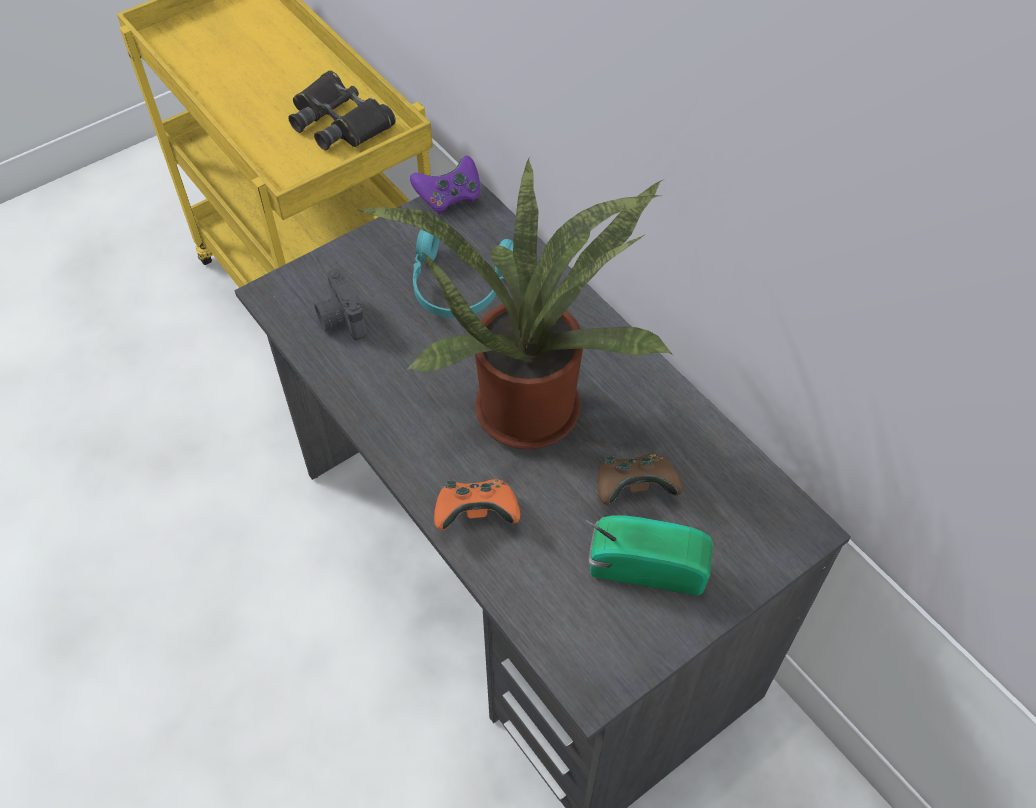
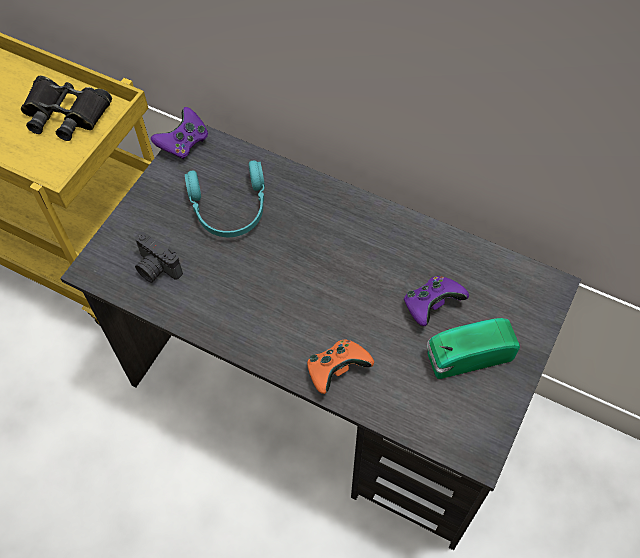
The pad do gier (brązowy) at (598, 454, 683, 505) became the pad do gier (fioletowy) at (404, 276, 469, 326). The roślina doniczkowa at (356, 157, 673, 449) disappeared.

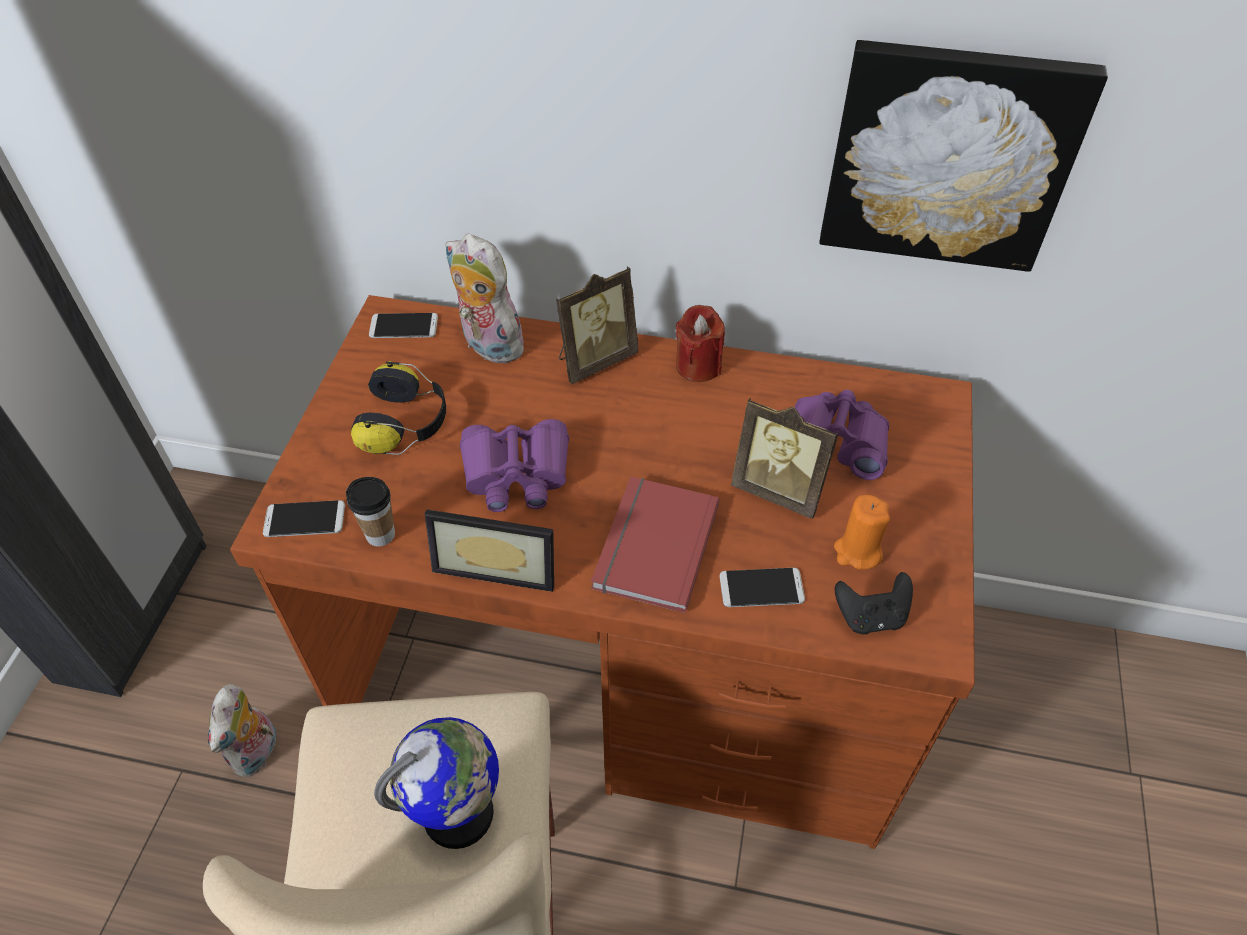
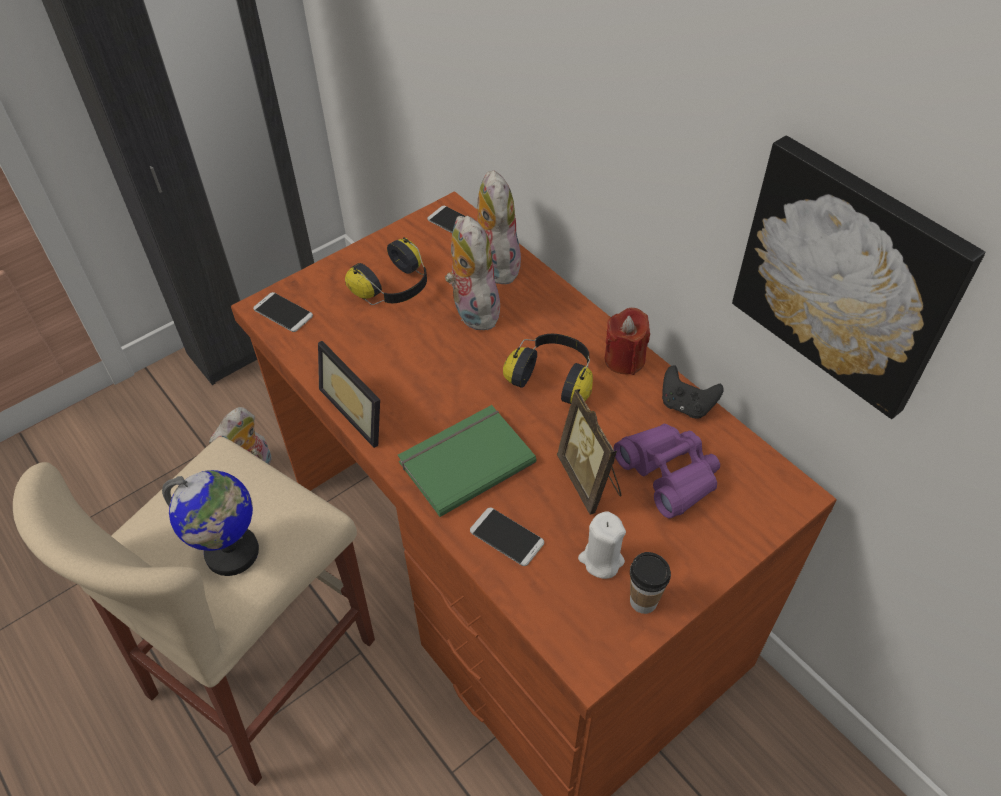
The książka (czerwony) at (591, 477, 720, 613) became the książka (zielony) at (398, 405, 536, 517). The pluszak at (445, 215, 501, 330) appeared. The słuchawki at (503, 334, 593, 404) appeared. The świeca (pomarańczowy) at (834, 495, 890, 570) became the świeca (biały) at (578, 511, 626, 579). The filiżanka moved from (346, 477, 395, 546) to (630, 552, 671, 614). The pad do gier (czarny) moved from (835, 572, 913, 635) to (662, 365, 724, 418). The lornetka (fioletowy) at (460, 419, 569, 512) disappeared. The ramka na zdjęcie at (556, 267, 638, 384) disappeared.

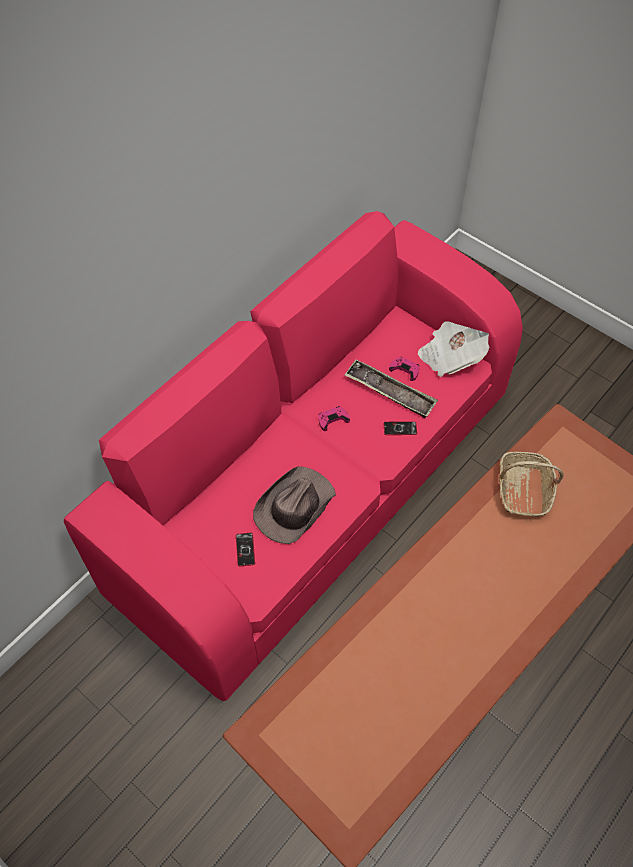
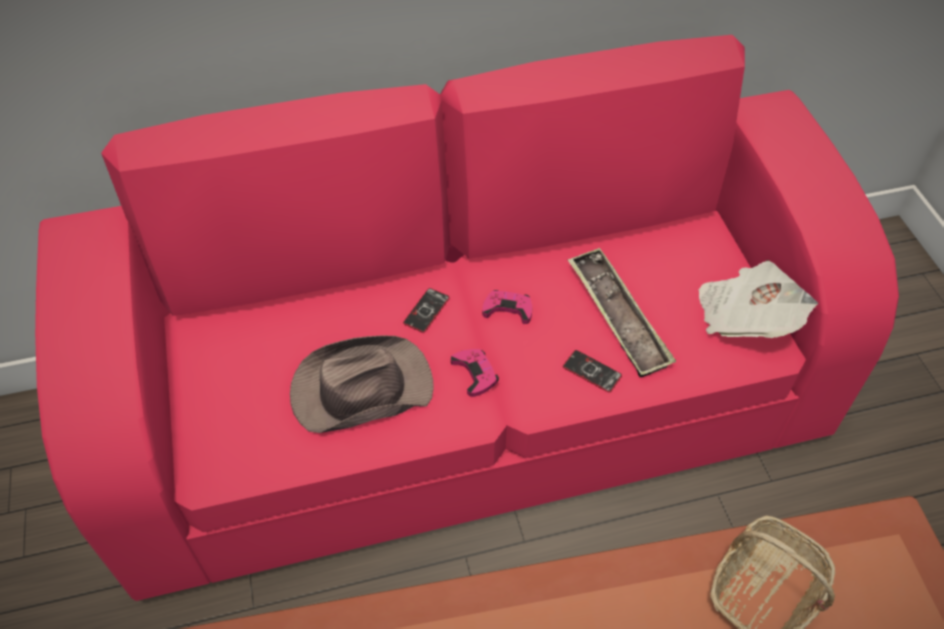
The telefon moved from (236, 533, 255, 566) to (403, 288, 450, 333). The pad do gier (różowy) moved from (389, 357, 420, 381) to (451, 349, 499, 397).

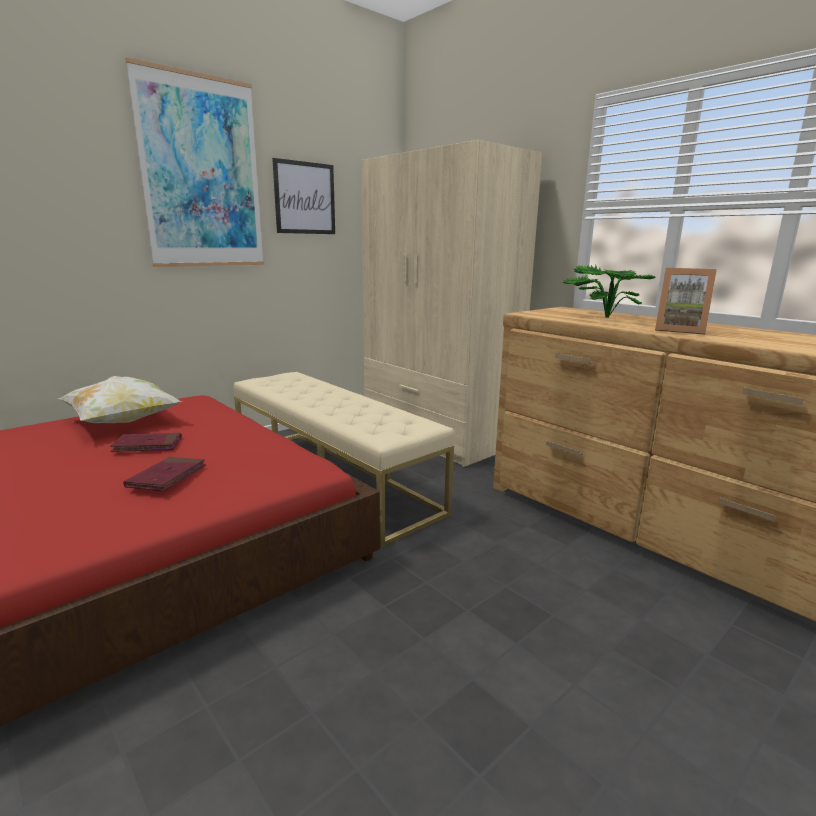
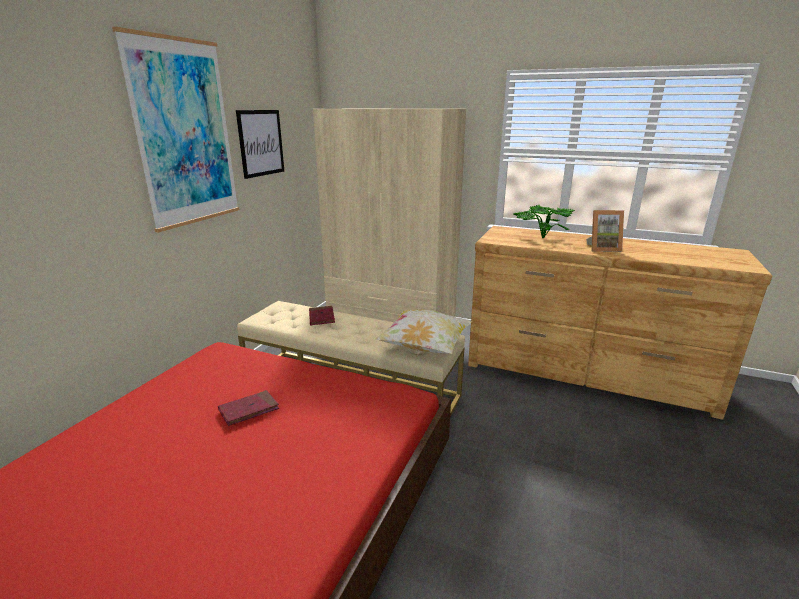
The książka (czerwony) moved from (123, 457, 206, 491) to (309, 306, 335, 325). The poduszka moved from (57, 376, 182, 423) to (375, 309, 472, 354).

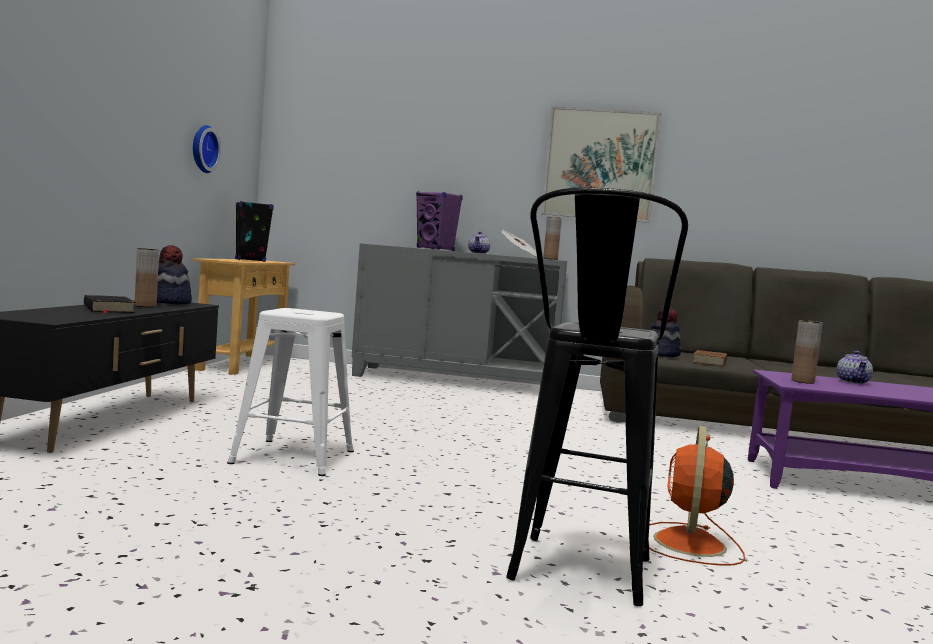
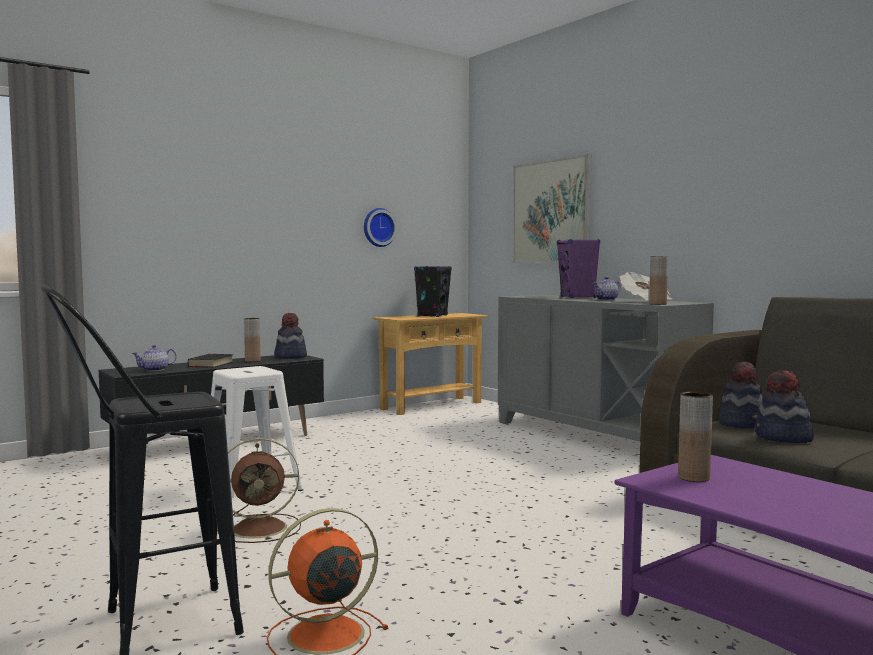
The imbryk moved from (837, 351, 873, 384) to (132, 345, 177, 371). The wentylator (brązowy) at (217, 438, 301, 543) appeared. The obraz moved from (542, 106, 661, 223) to (512, 154, 591, 263). The książka (brązowy) at (692, 350, 727, 366) was replaced by the kapelusz at (755, 370, 814, 443).

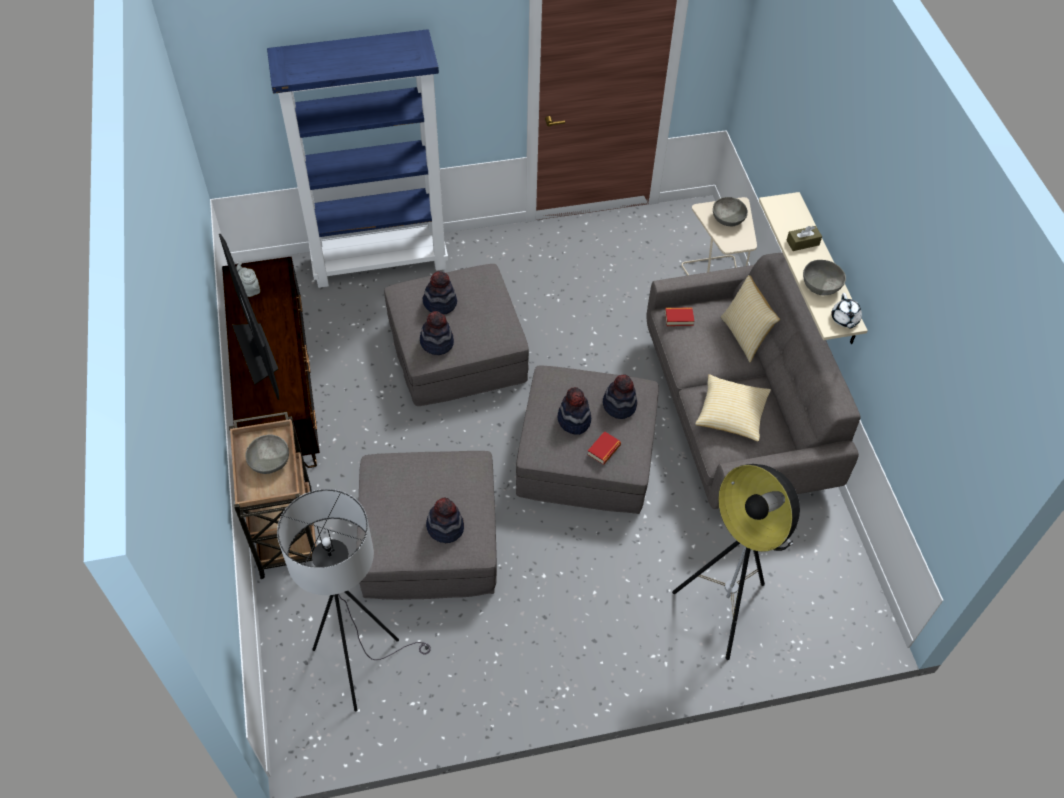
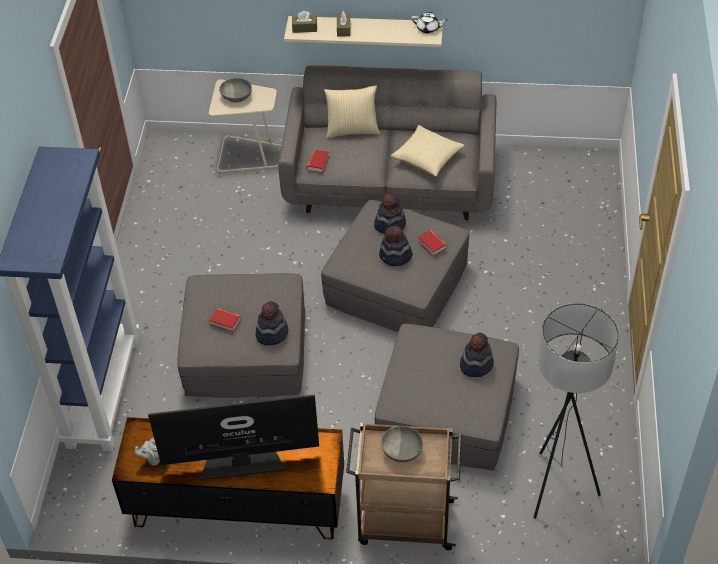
The kapelusz at (423, 271, 457, 314) was replaced by the książka at (209, 308, 241, 332). The pudełko chusteczek (brązowy) at (292, 11, 317, 33) appeared. The lampa stojąca at (672, 464, 800, 660) disappeared. The miska (szary) at (803, 260, 846, 295) disappeared.

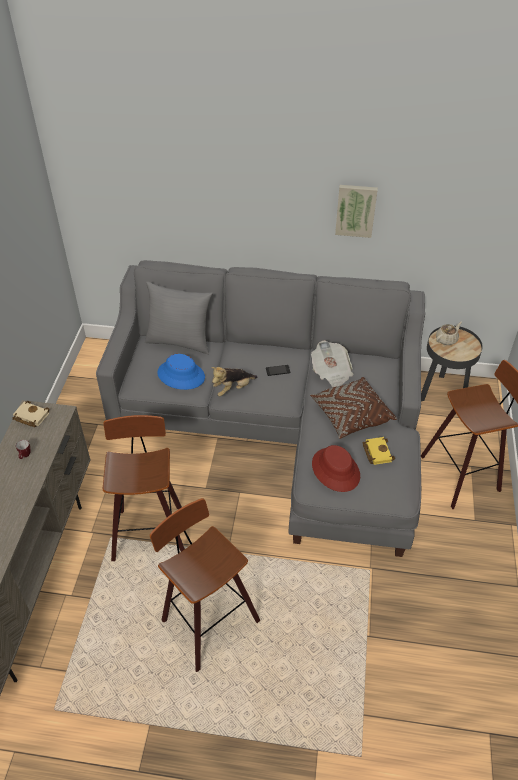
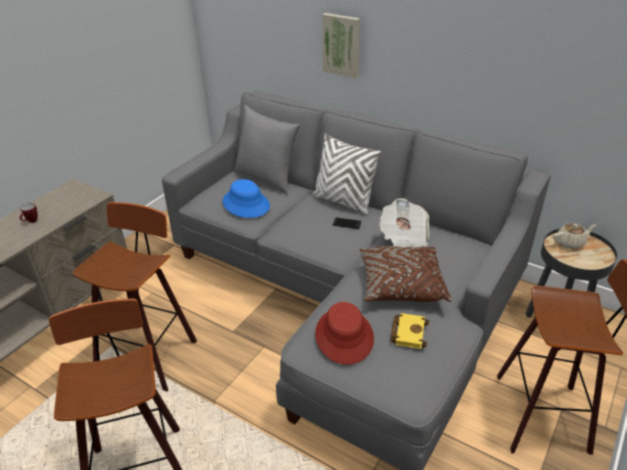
The poduszka (biały) at (312, 133, 381, 215) appeared. The obraz moved from (335, 185, 378, 238) to (322, 13, 360, 78). The książka (beżowy) at (12, 401, 50, 427) disappeared. The pluszak at (211, 367, 257, 396) disappeared.

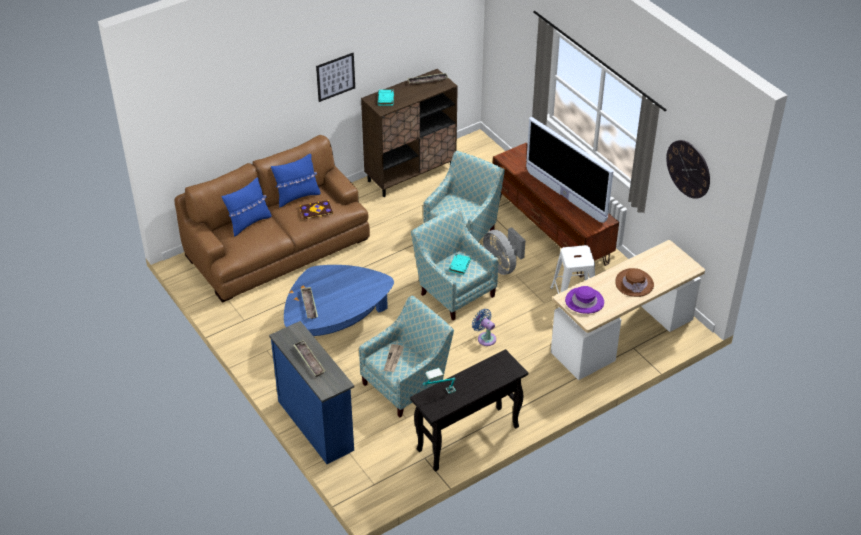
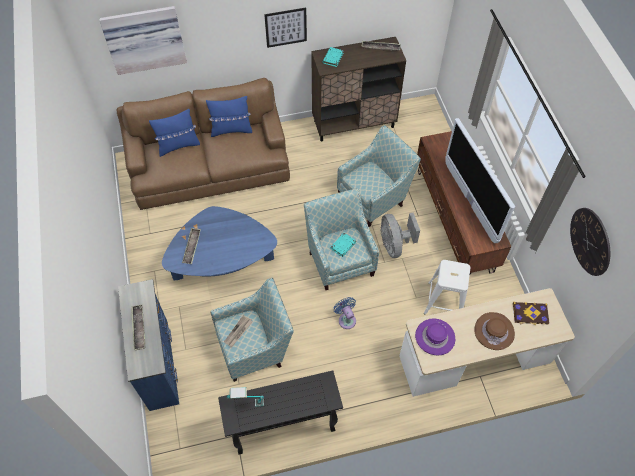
The obraz at (99, 6, 187, 75) appeared. The książka moved from (300, 200, 333, 220) to (513, 302, 550, 326).

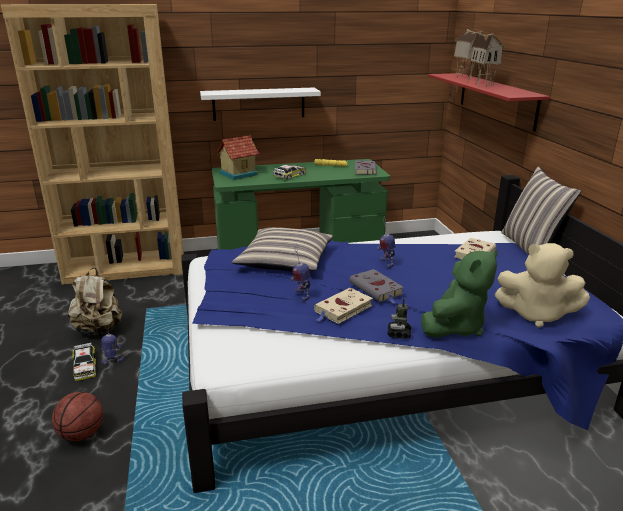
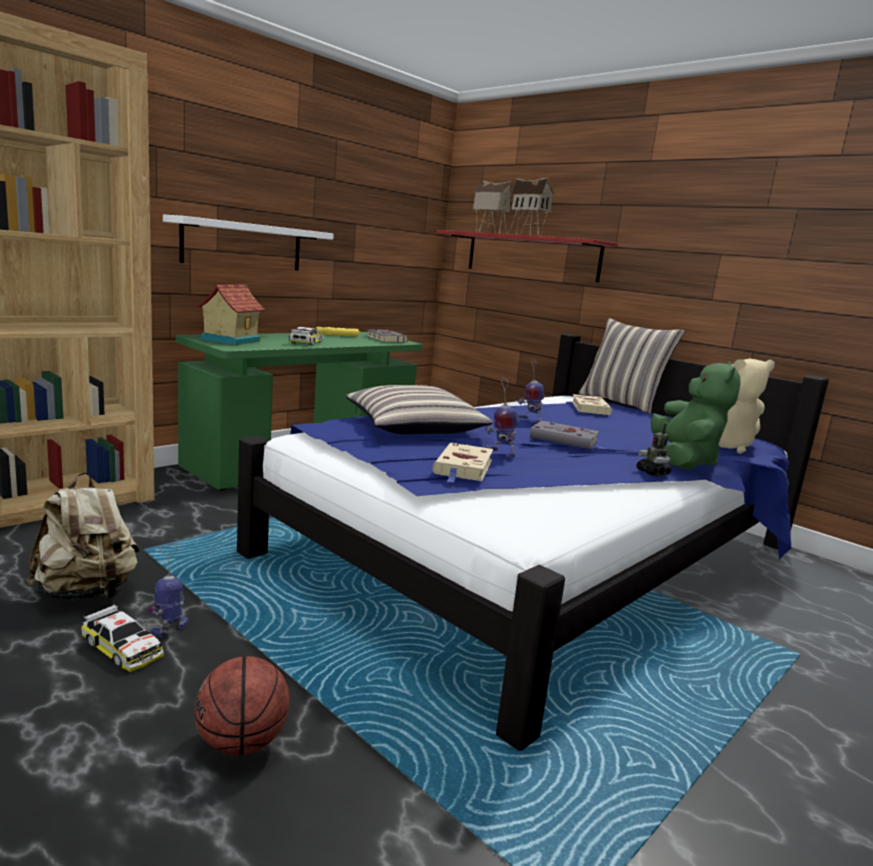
The książka (beżowy) moved from (314, 288, 373, 324) to (433, 443, 493, 483).

